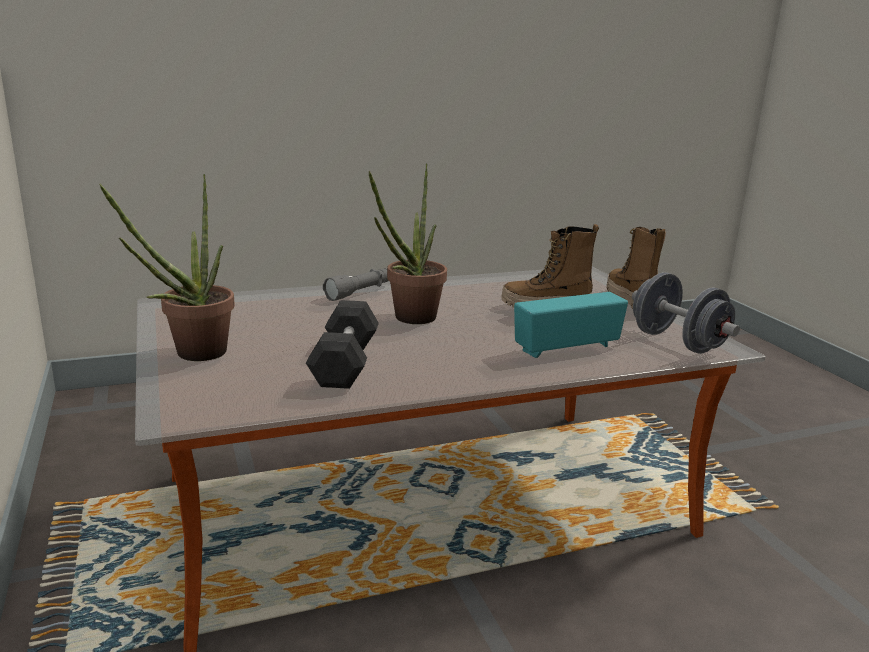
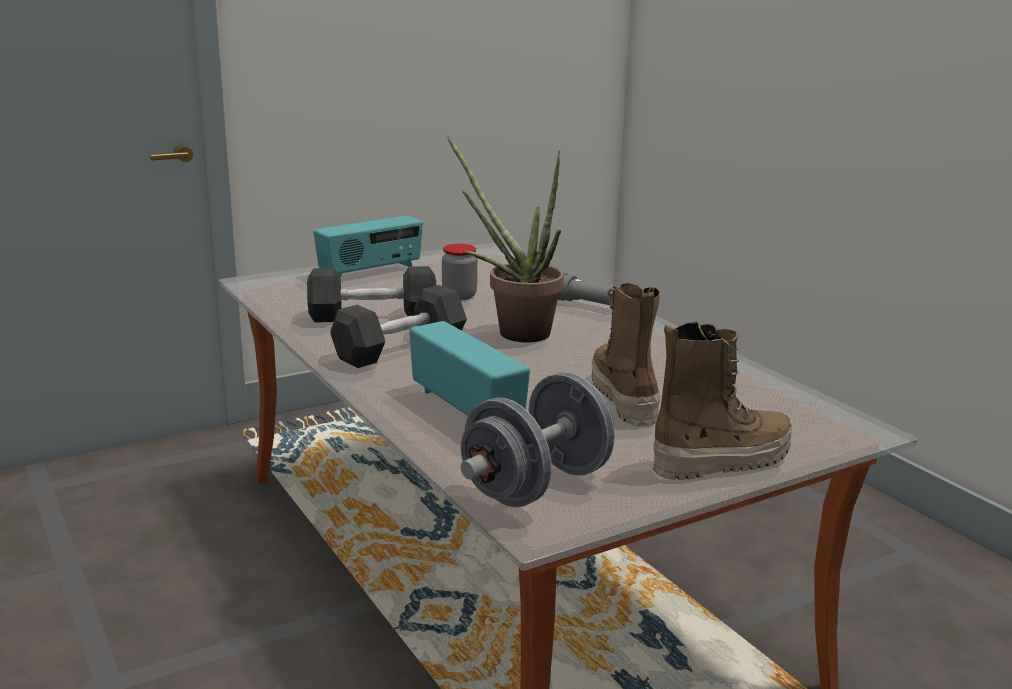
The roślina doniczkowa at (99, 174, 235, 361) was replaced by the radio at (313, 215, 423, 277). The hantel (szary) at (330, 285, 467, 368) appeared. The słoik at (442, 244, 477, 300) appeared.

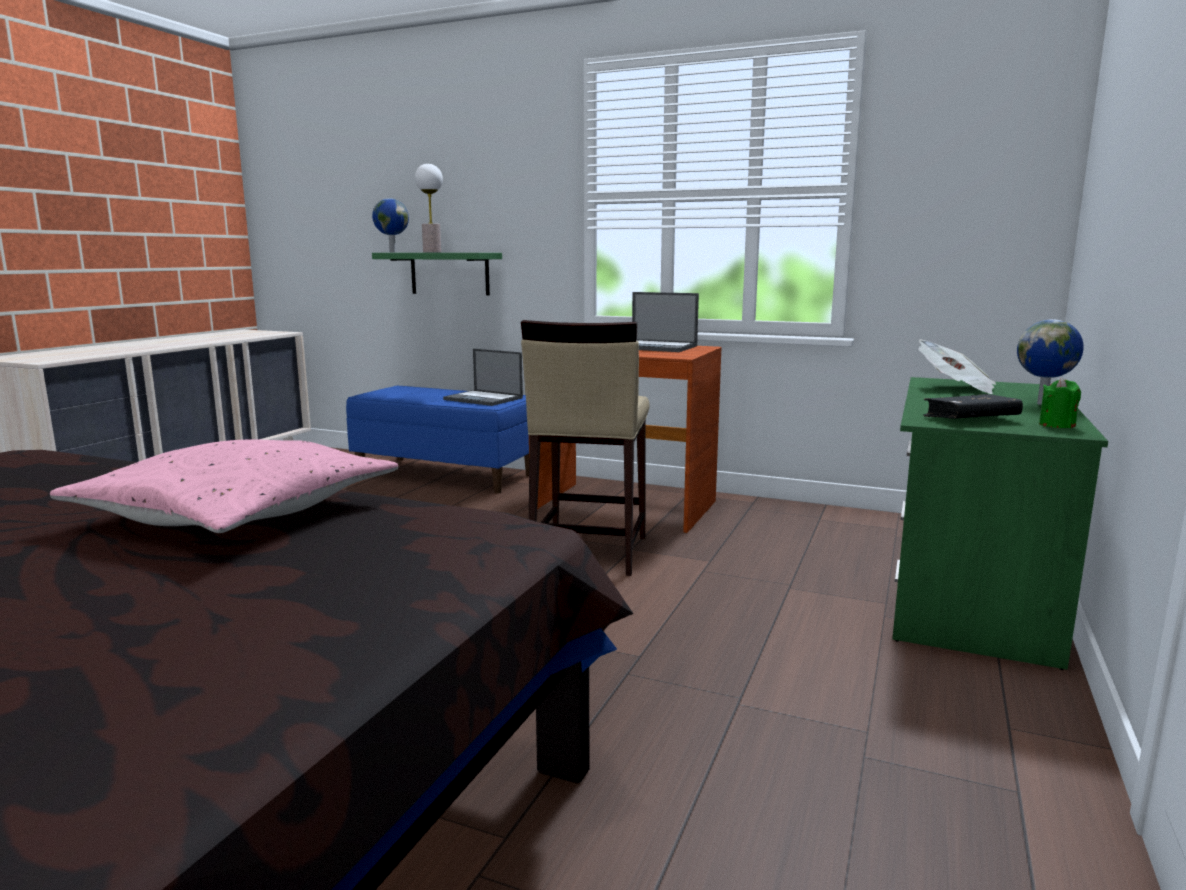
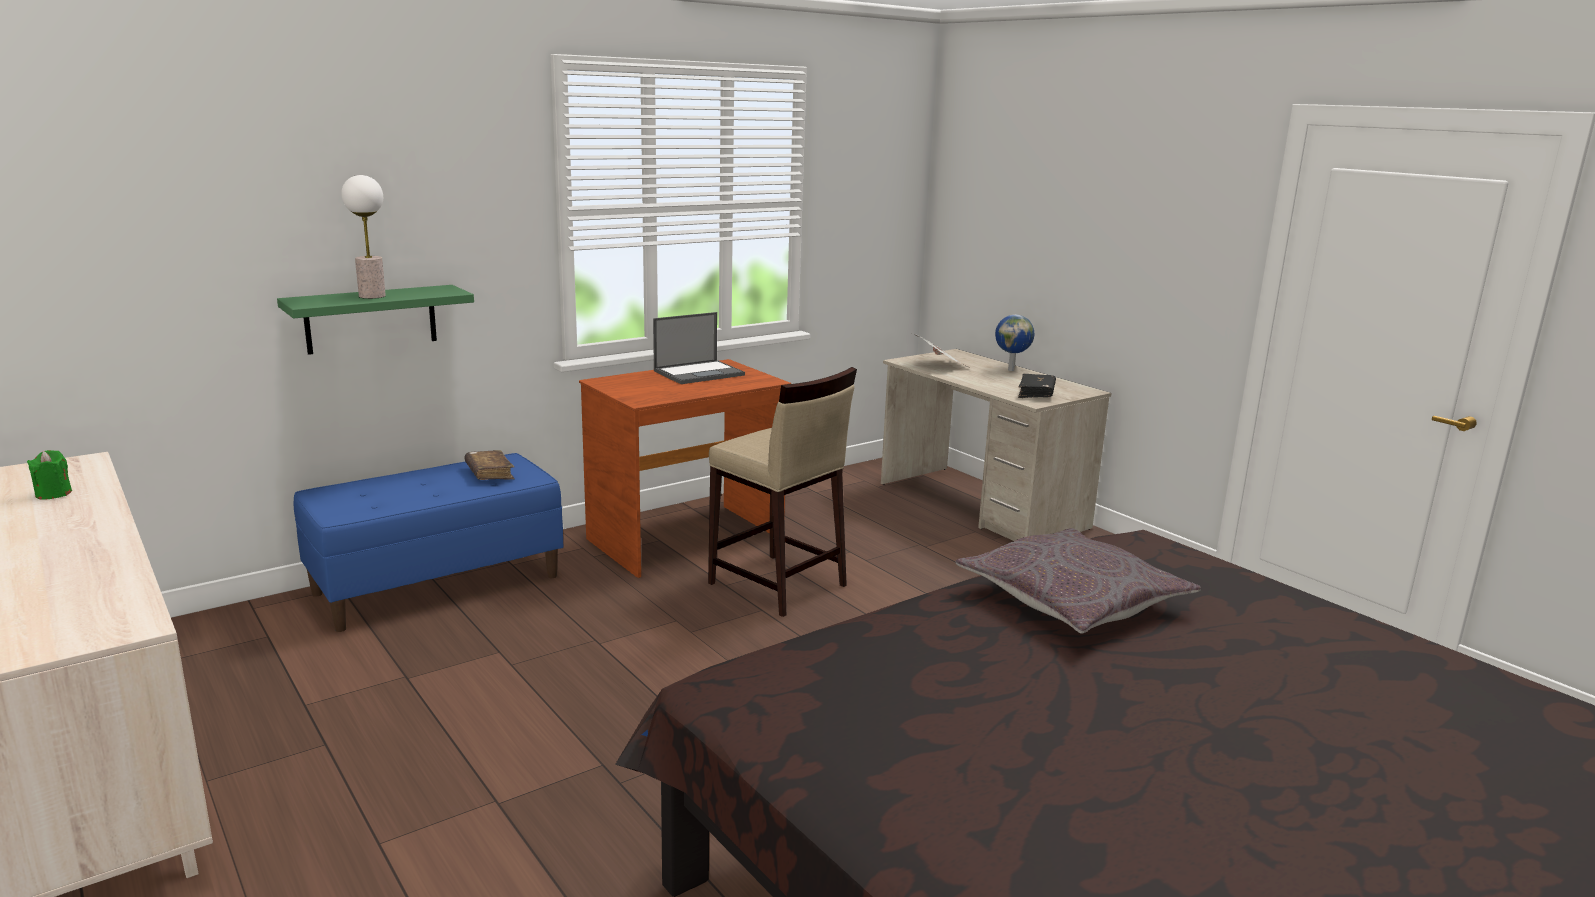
The świeca (zielony) moved from (1039, 378, 1081, 428) to (27, 450, 72, 500). The laptop at (443, 349, 523, 406) was replaced by the książka (brązowy) at (465, 450, 515, 480). The biurko (zielony) at (892, 377, 1108, 670) became the biurko (beżowy) at (881, 349, 1111, 541). The poduszka (różowy) at (50, 440, 398, 533) became the poduszka (szary) at (956, 528, 1201, 634). The globus at (372, 198, 409, 252) disappeared.

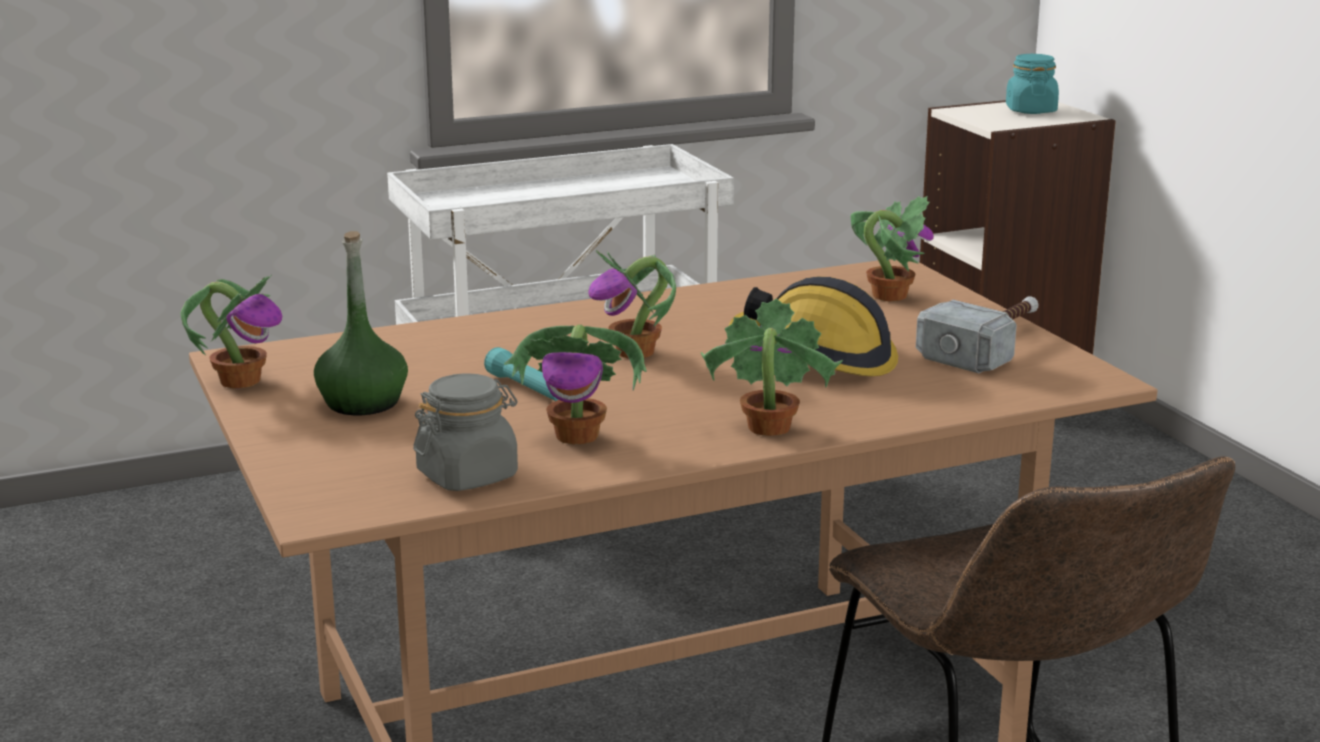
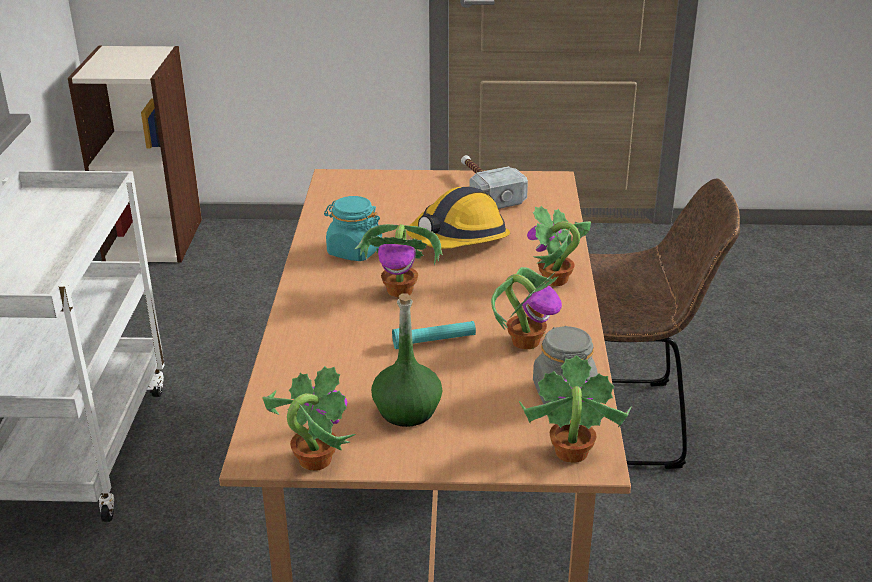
The słoik (turkusowy) moved from (1006, 54, 1059, 114) to (324, 196, 382, 261). The roślina doniczkowa moved from (851, 196, 934, 301) to (519, 355, 632, 463).

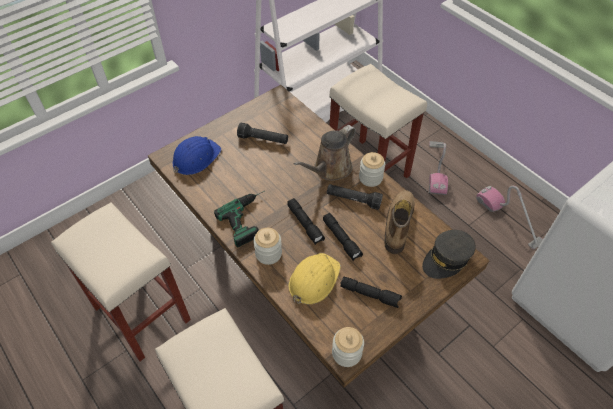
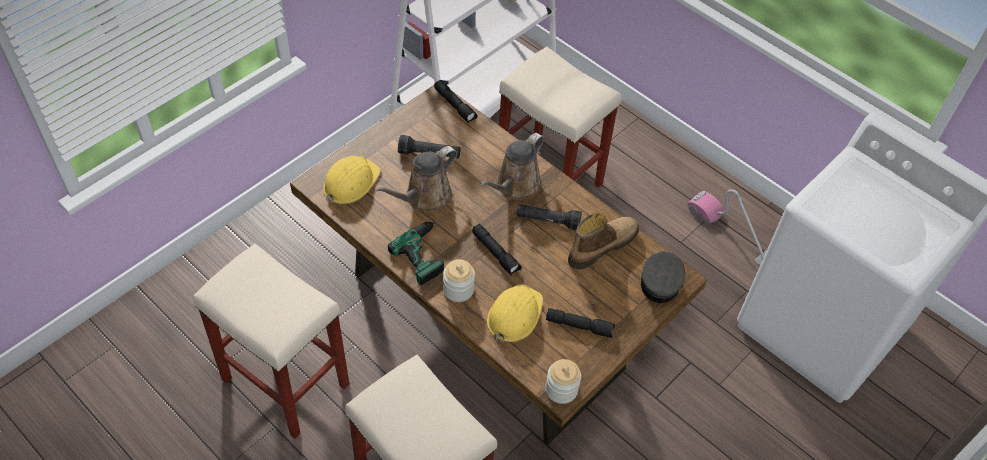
The kask (niebieski) at (173, 136, 221, 175) became the kask (żółty) at (323, 156, 381, 204). The konewka (brązowy) at (374, 146, 457, 211) appeared. The latarka (czarny) moved from (323, 213, 363, 261) to (434, 80, 477, 123). The but z cholewką at (384, 190, 414, 254) turned 45 degrees clockwise. The czapka z daszkiem (szary) at (422, 230, 476, 279) turned 150 degrees clockwise. The słoik at (359, 152, 385, 187) disappeared. The odkurzacz at (429, 141, 448, 195) disappeared.

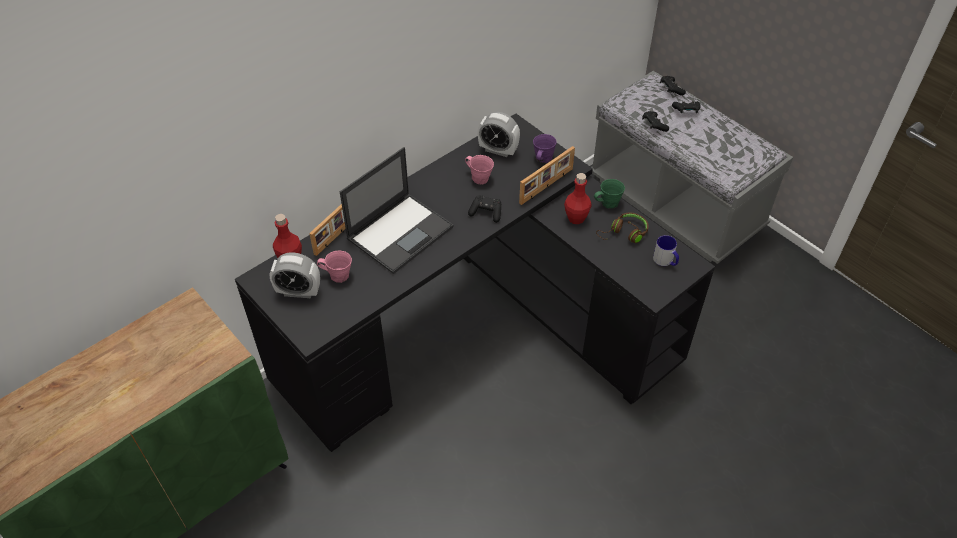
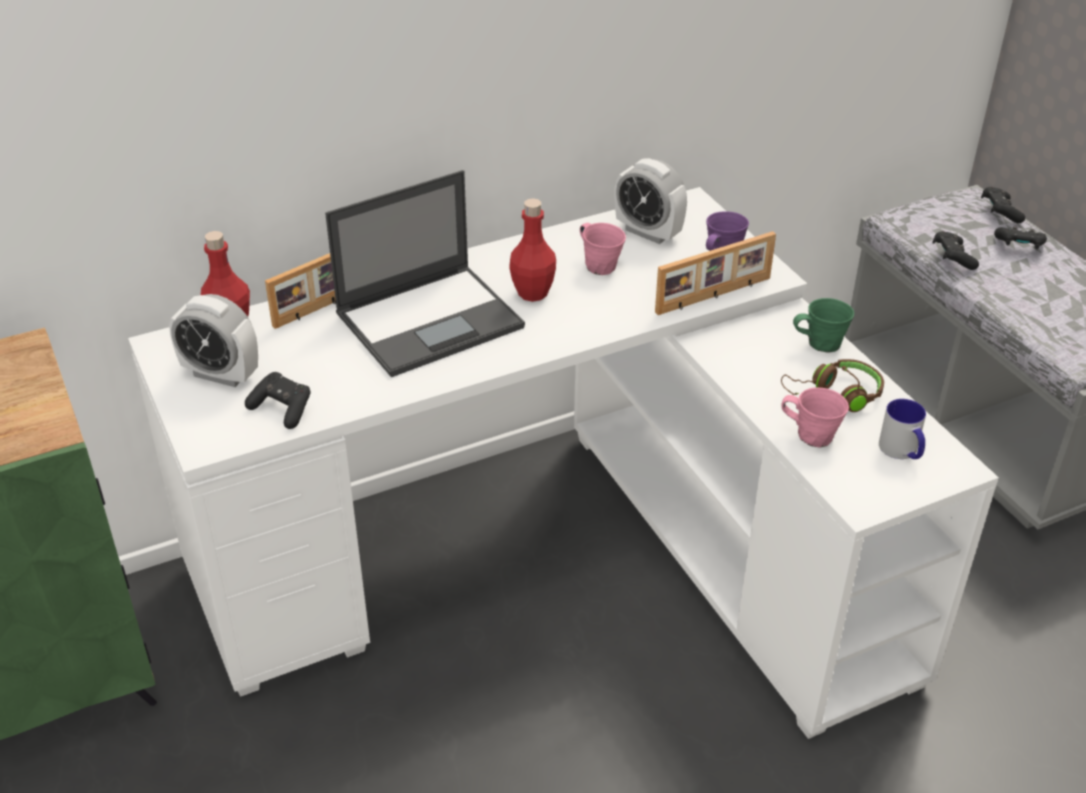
The biurko (czarny) at (235, 114, 715, 452) became the biurko (biały) at (128, 187, 999, 739). The pad do gier (czarny) moved from (468, 195, 501, 223) to (245, 372, 311, 429). The butelka (czerwony) moved from (564, 173, 592, 224) to (509, 198, 556, 302). The kubek (różowy) moved from (317, 251, 352, 283) to (782, 388, 849, 448).

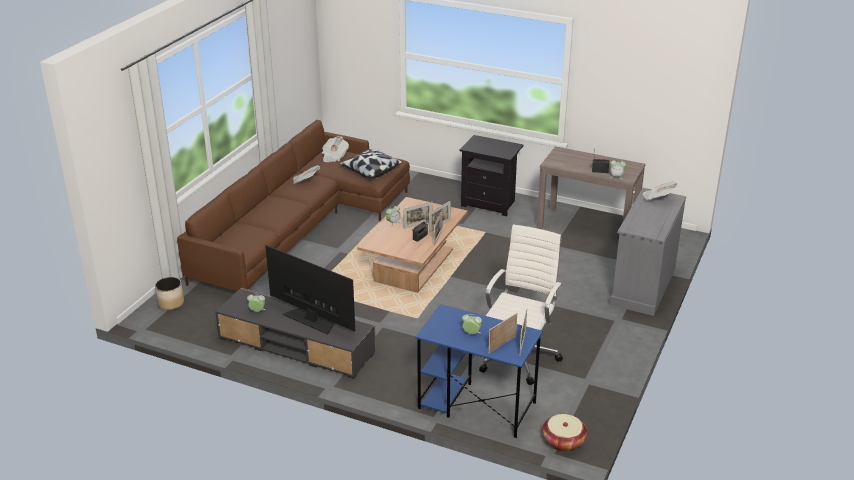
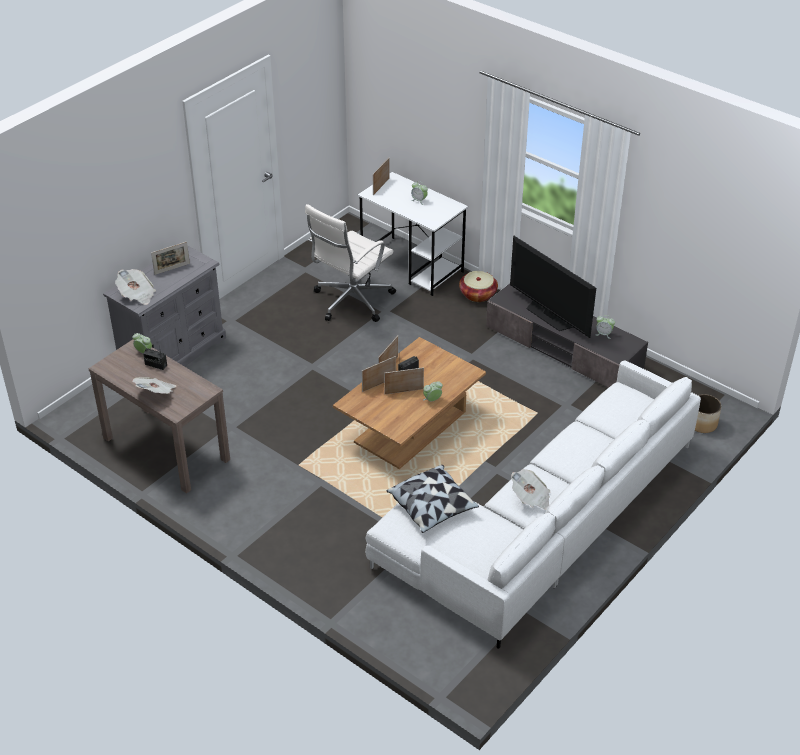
The gazeta moved from (322, 136, 349, 162) to (132, 377, 176, 394). The ramka na zdjęcie moved from (489, 313, 517, 353) to (151, 242, 190, 275). The biurko (niebieski) at (415, 304, 543, 438) became the biurko (biały) at (358, 172, 468, 296). The kanapa (brązowy) at (177, 120, 410, 292) became the kanapa (biały) at (365, 360, 701, 649). The koszyk moved from (542, 414, 587, 452) to (459, 271, 498, 302). The szafka nocna (czarny) at (460, 135, 524, 216) disappeared.

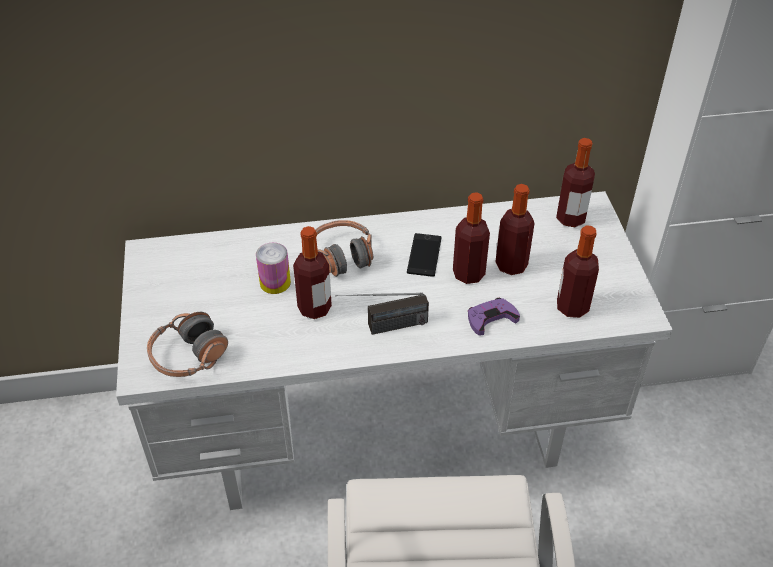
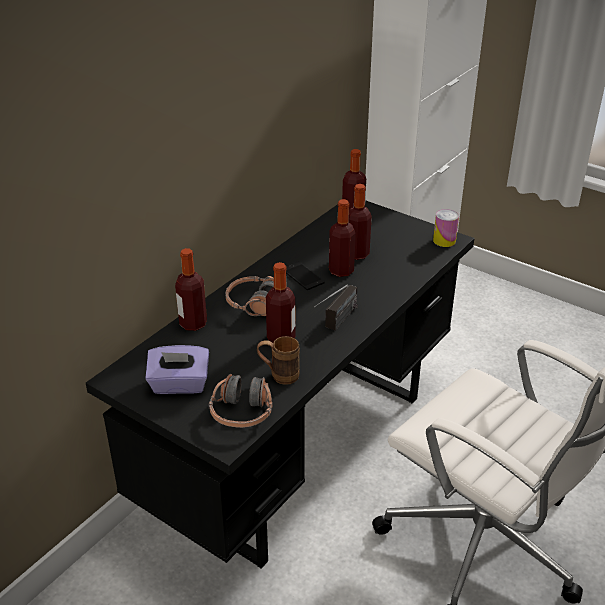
The biurko (biały) at (116, 191, 673, 510) became the biurko (czarny) at (86, 200, 475, 569). The pudełko chusteczek (fioletowy) at (145, 345, 209, 394) appeared. The butelka moved from (557, 225, 599, 318) to (175, 248, 207, 331). The kubek (brązowy) at (257, 336, 300, 385) appeared. The puszka moved from (256, 243, 291, 294) to (433, 209, 459, 247). The pad do gier (fioletowy) at (468, 298, 520, 335) disappeared.

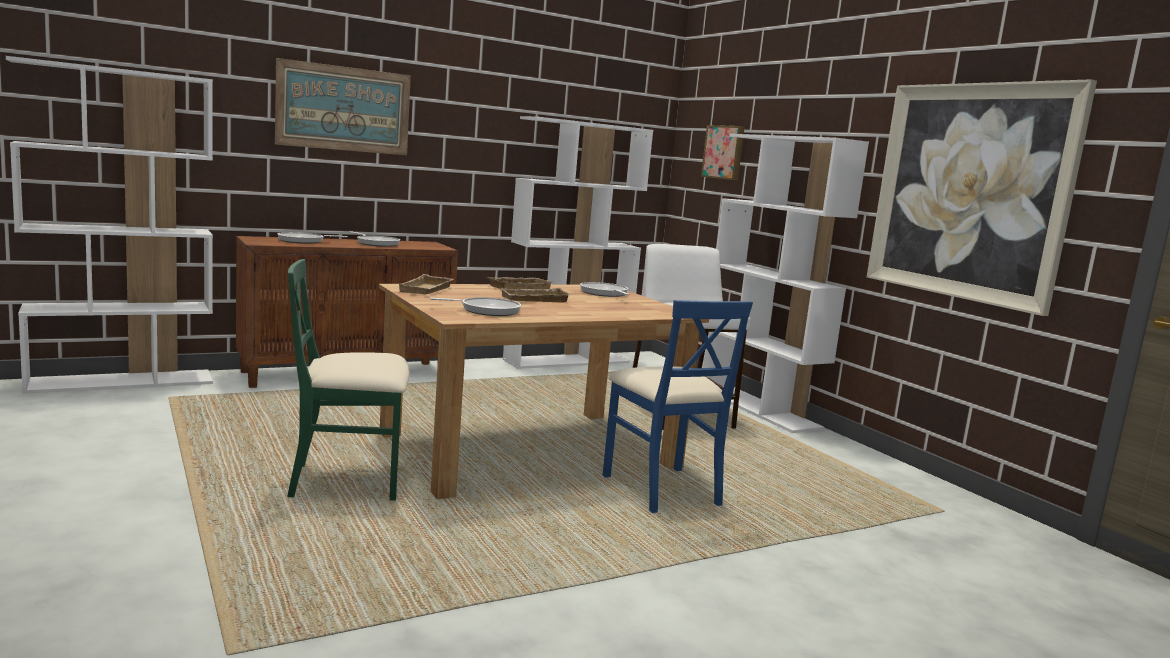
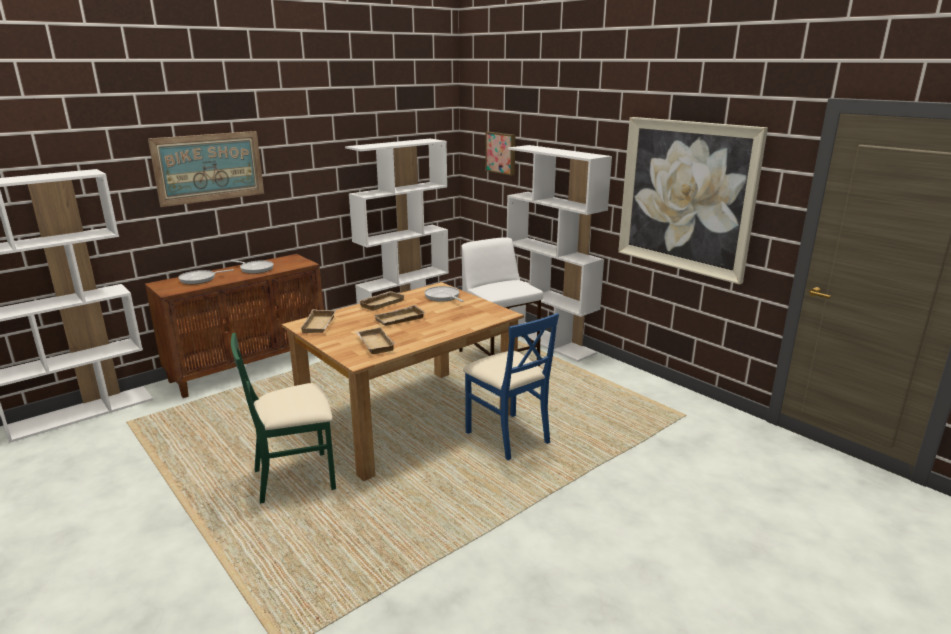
The patelnia at (430, 297, 521, 316) was replaced by the taca (beżowy) at (356, 327, 396, 354).

